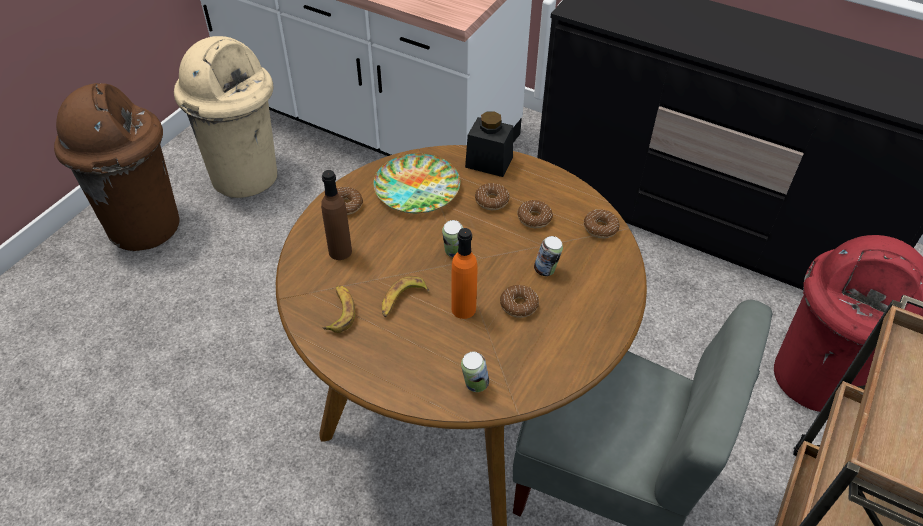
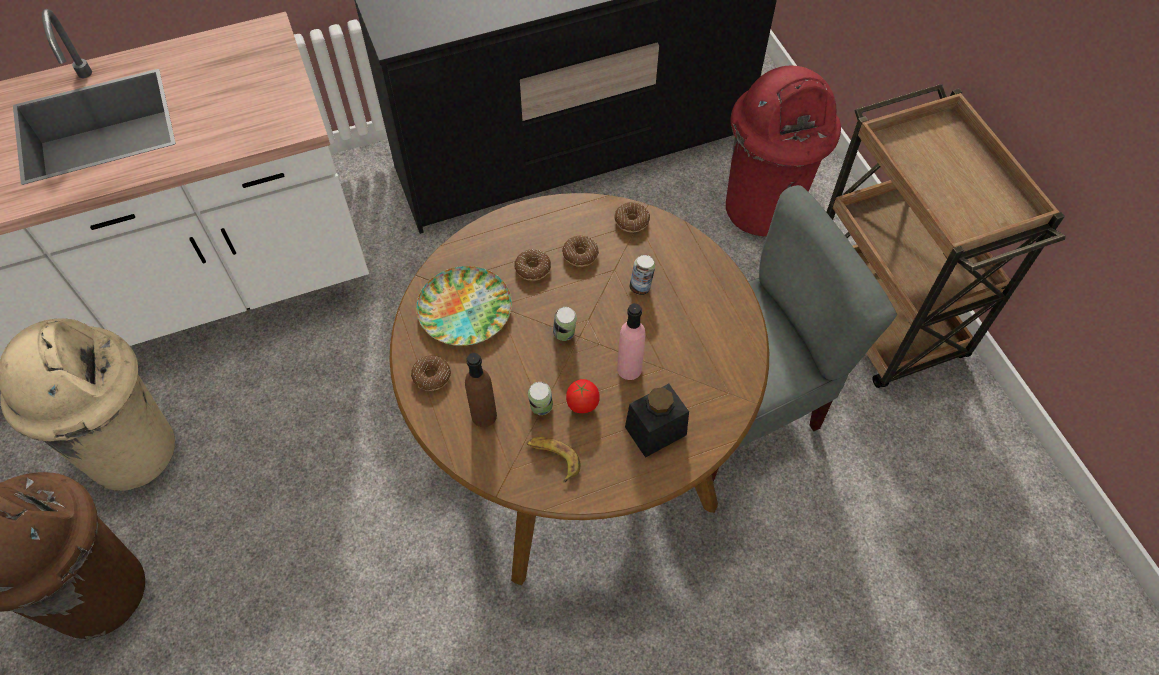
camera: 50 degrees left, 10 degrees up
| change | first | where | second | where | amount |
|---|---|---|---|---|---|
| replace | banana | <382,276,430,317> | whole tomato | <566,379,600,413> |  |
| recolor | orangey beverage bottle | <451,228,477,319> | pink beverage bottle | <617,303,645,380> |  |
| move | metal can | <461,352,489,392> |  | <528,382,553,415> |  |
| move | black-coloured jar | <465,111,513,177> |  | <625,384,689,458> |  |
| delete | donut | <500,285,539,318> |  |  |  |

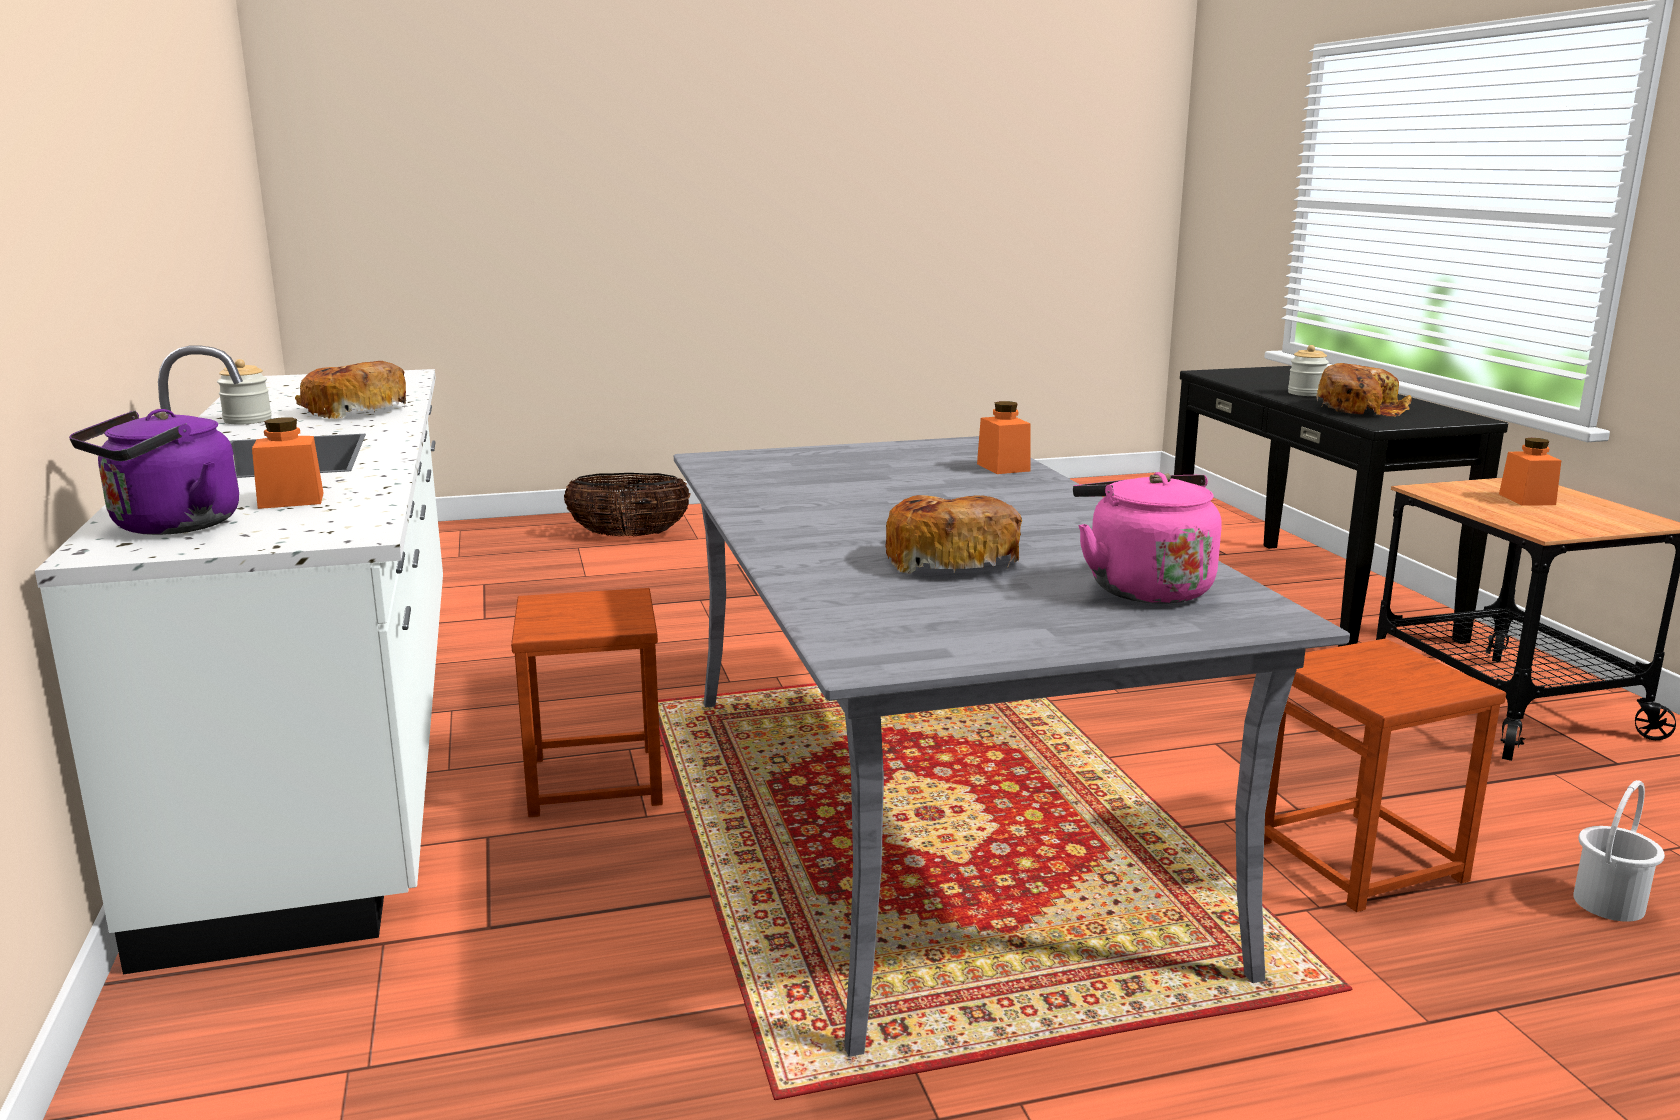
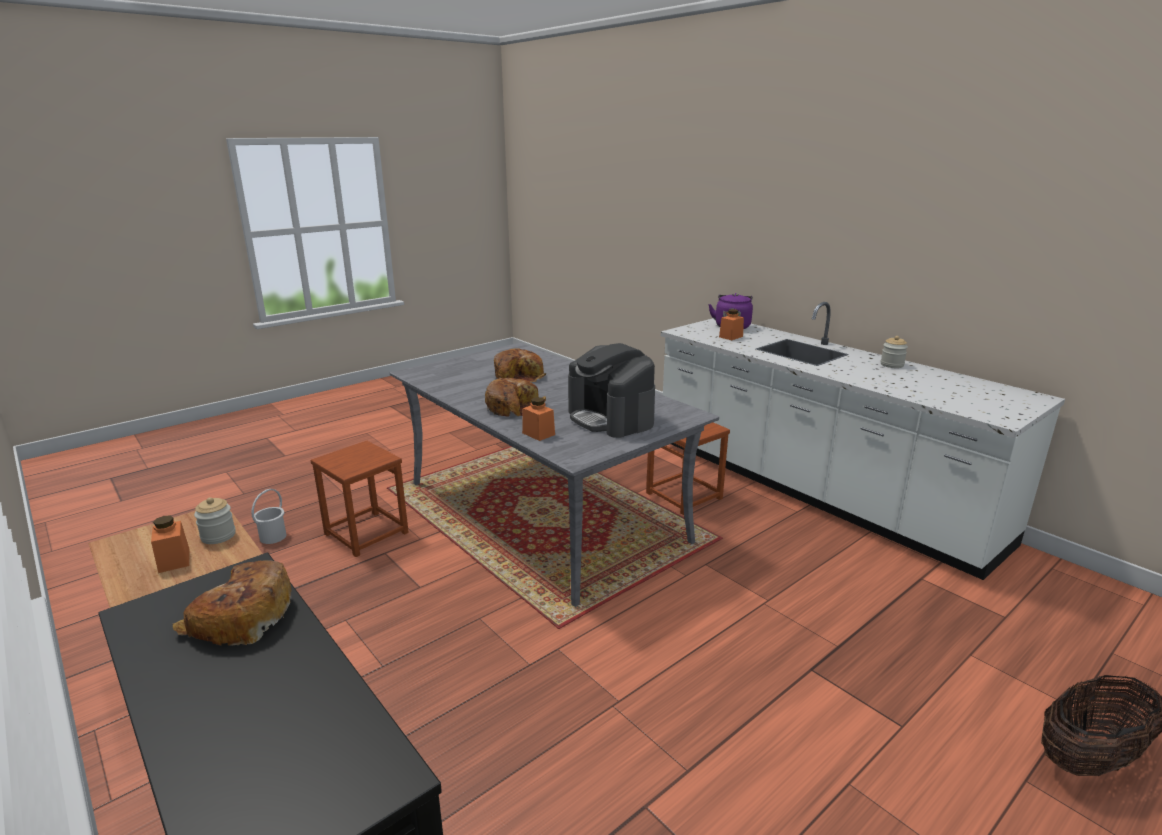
camera: 155 degrees right, 5 degrees up
| change | first | where | second | where | amount |
|---|---|---|---|---|---|
| move | bread | <295,361,406,419> |  | <485,378,546,416> |  |
| delete | pink kettle | <1073,472,1222,604> |  |  |  |
| move | jar | <1288,345,1329,396> |  | <194,497,236,544> |  |
| insert |  |  | coffee maker | <568,343,655,438> |  |

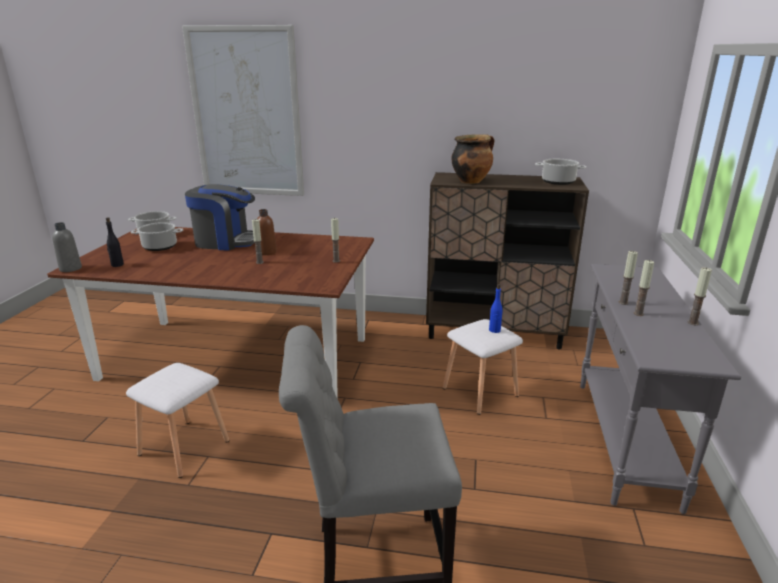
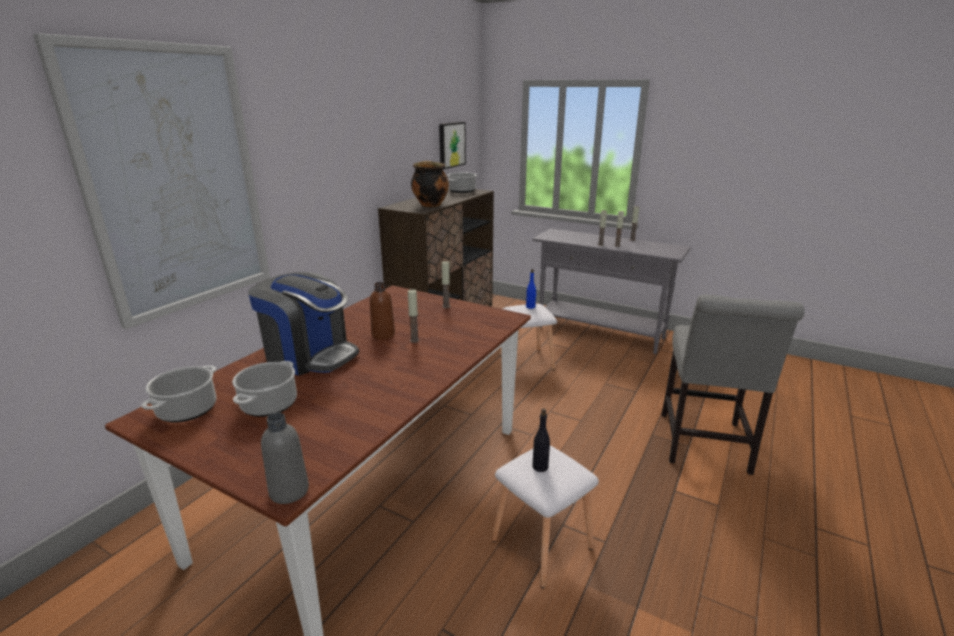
camera: 70 degrees left, 0 degrees up
| change | first | where | second | where | amount |
|---|---|---|---|---|---|
| move | black-coloured beverage bottle | <106,217,124,267> |  | <532,408,550,472> |  |
| rotate | coffee maker | <185,184,255,251> |  | <248,272,359,376> | 90 degrees clockwise |
| insert |  |  | picture | <439,122,466,169> |  |

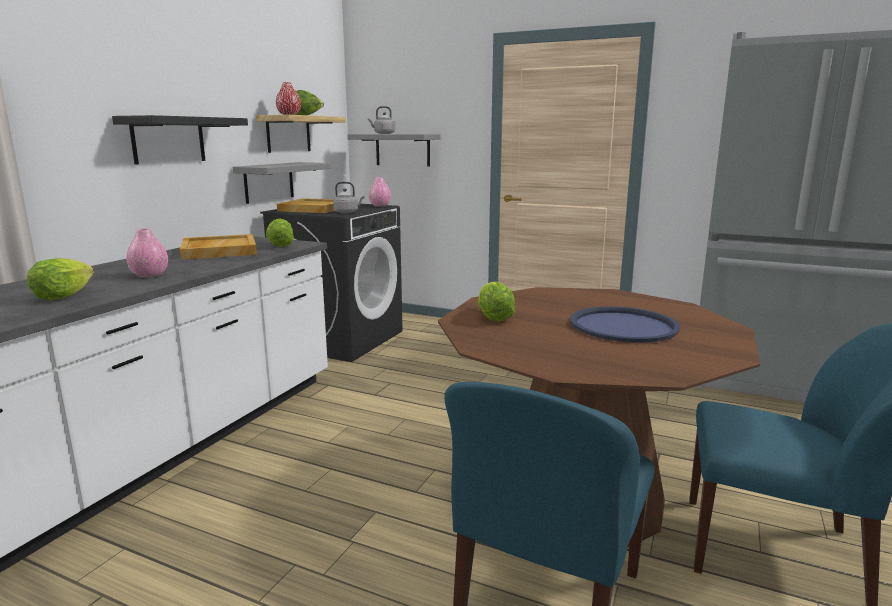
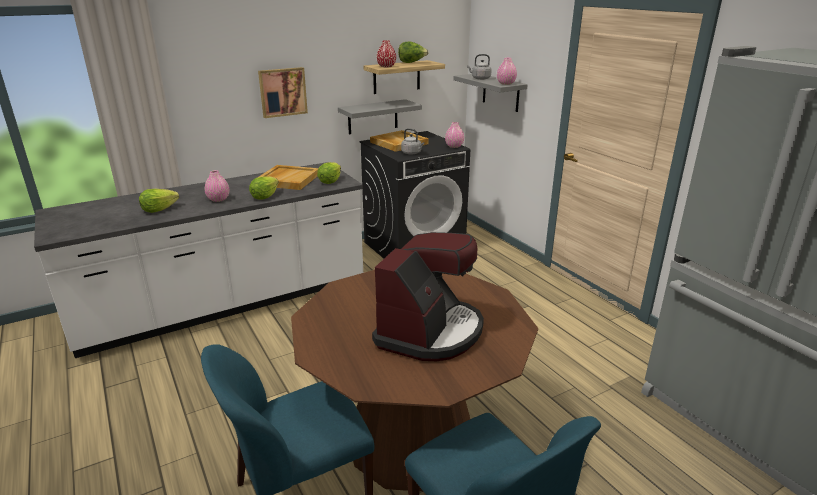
camera: 35 degrees right, 10 degrees up
| change | first | where | second | where | amount |
|---|---|---|---|---|---|
| replace | black-coloured bracket shelf | <112,115,248,164> | picture | <258,67,308,118> |  |
| move | lettuce head | <478,281,515,322> |  | <249,176,279,200> |  |
| replace | blue-coloured serving tray | <570,306,680,343> | coffee maker | <372,232,484,361> |  |
| insert |  |  | pink decorative vase | <497,58,517,85> |  |

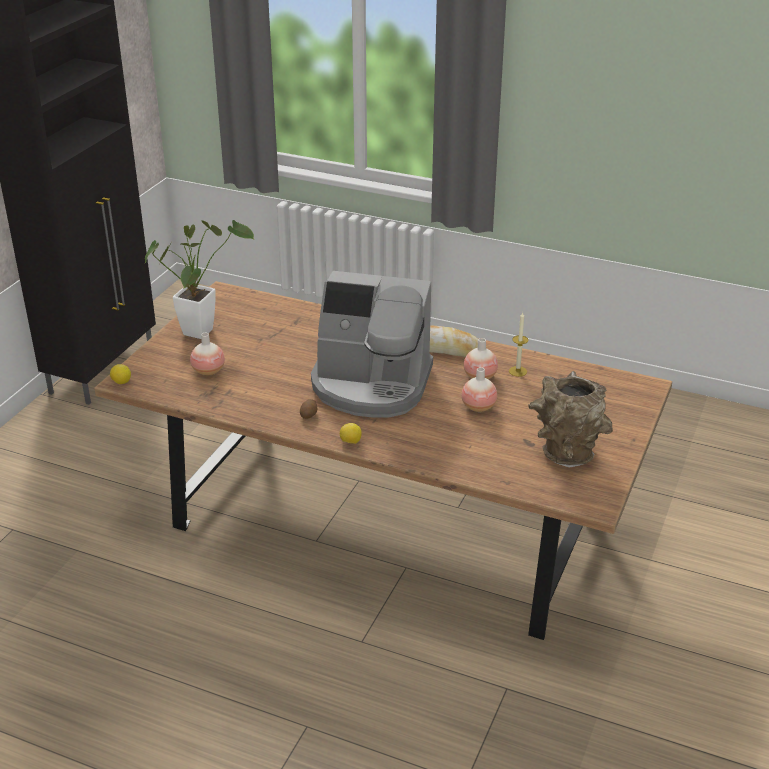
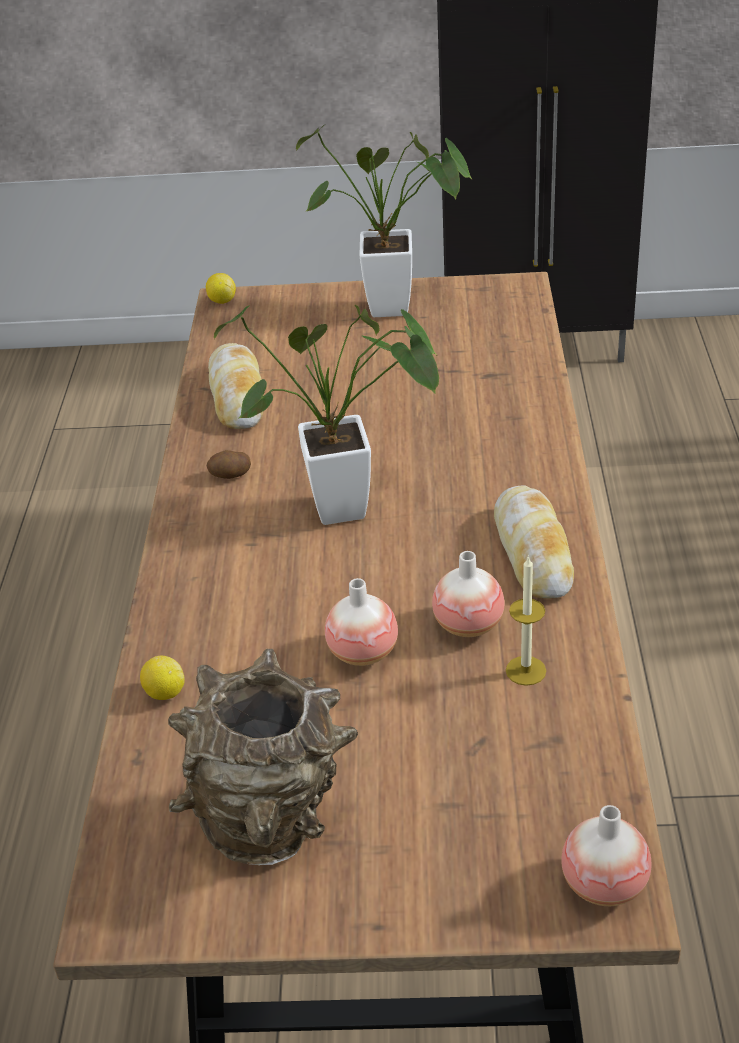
camera: 70 degrees right, 5 degrees up
| change | first | where | second | where | amount |
|---|---|---|---|---|---|
| move | decorative vase | <190,333,225,376> |  | <561,805,652,906> |  |
| replace | coffee maker | <311,271,433,418> | plant in a pot | <214,305,439,525> |  |
| move | lemon | <340,423,362,444> |  | <140,656,185,700> |  |
| insert |  |  | bread | <208,343,263,429> |  |

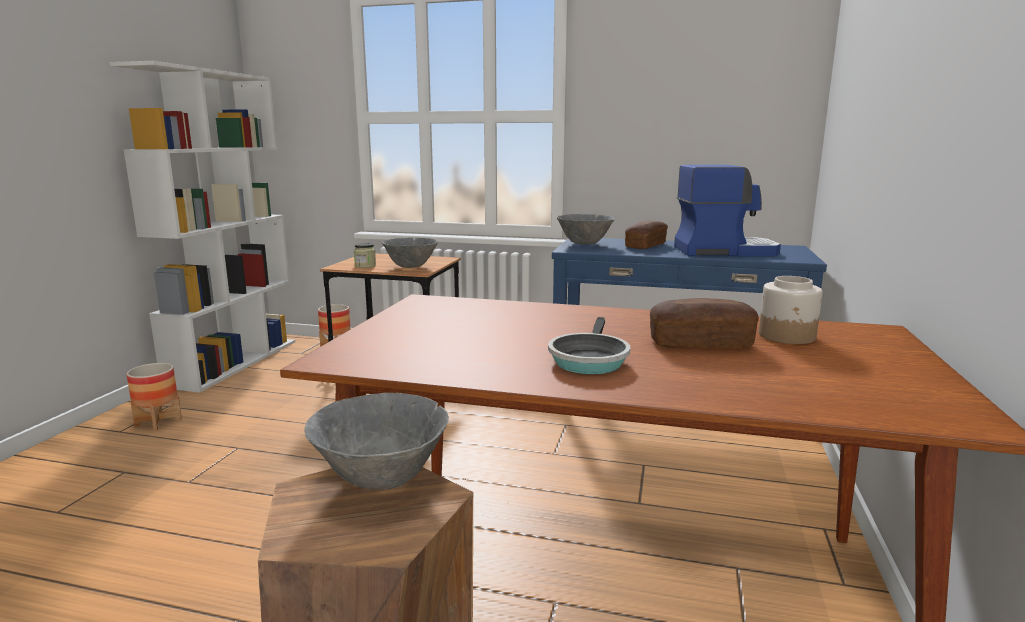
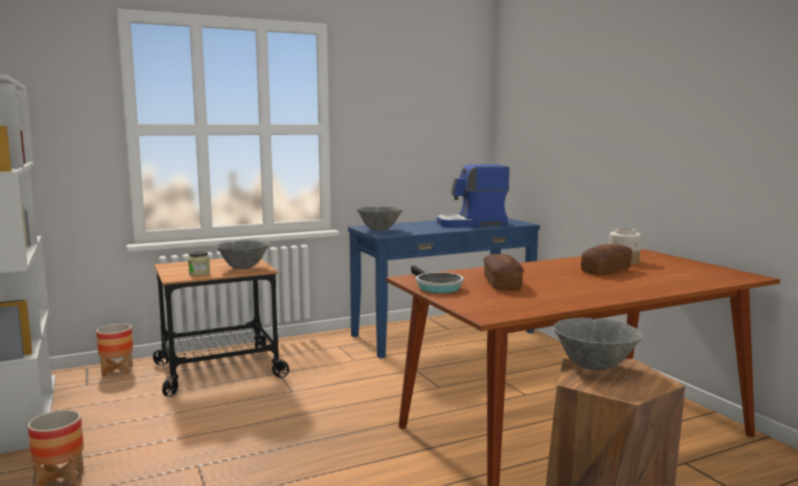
camera: 40 degrees left, 5 degrees down
| change | first | where | second | where | amount |
|---|---|---|---|---|---|
| move | frying pan | <548,317,630,374> |  | <411,266,464,293> |  |
| move | bread | <625,221,668,249> |  | <483,254,524,290> |  |
| rotate | coffee maker | <674,165,781,256> |  | <437,164,509,228> | 150 degrees counterclockwise |

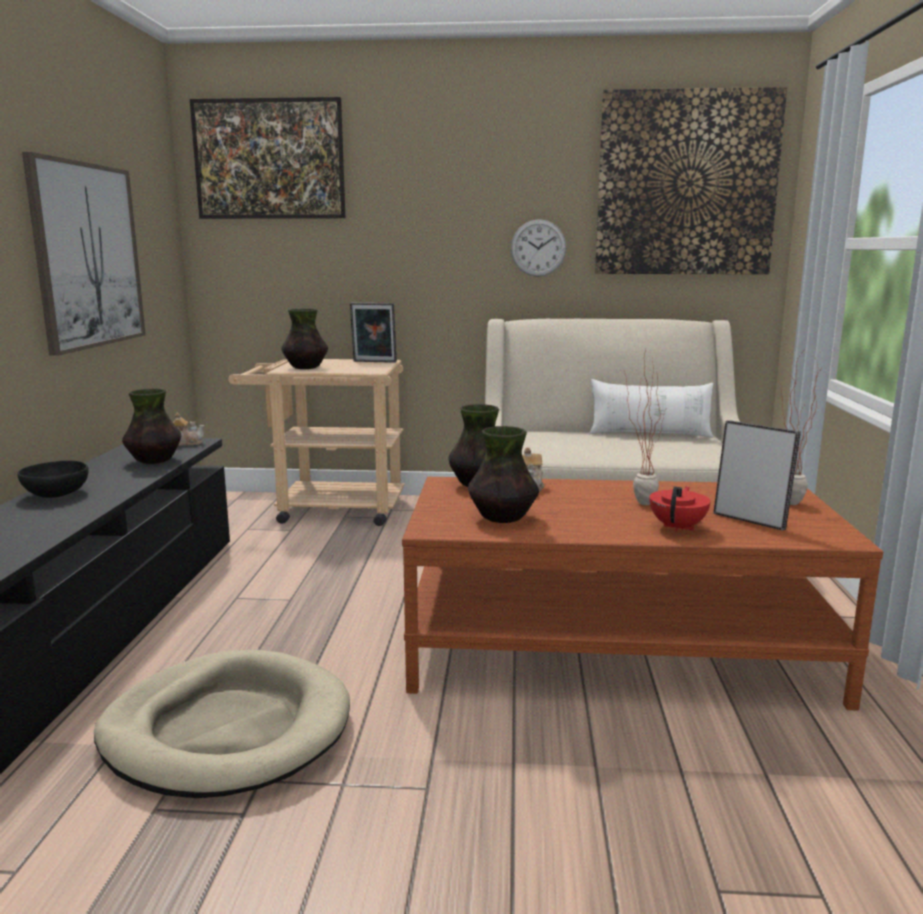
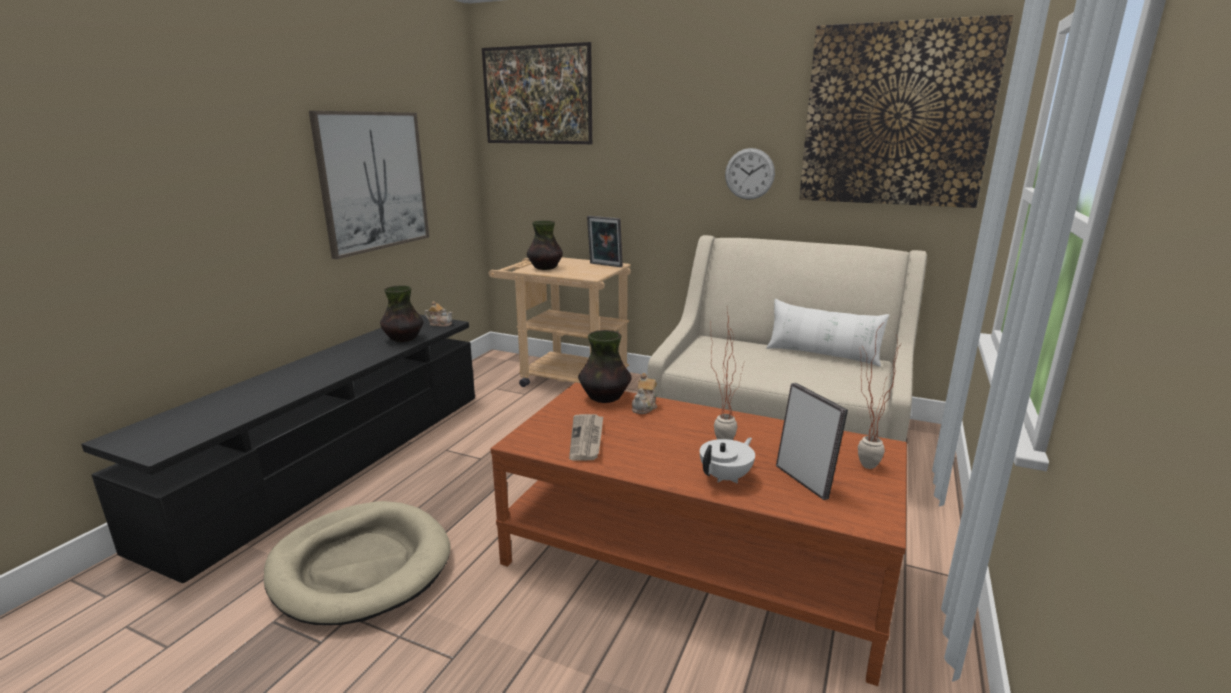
camera: 20 degrees right, 5 degrees up
| change | first | where | second | where | amount |
|---|---|---|---|---|---|
| delete | black-coloured bowl | <17,460,89,498> |  |  |  |
| replace | decorative vase | <468,426,539,523> | newspaper | <569,414,603,461> |  |
| recolor | red-coloured pot for tea | <649,486,711,532> | white pot for tea | <700,438,755,483> |  |

